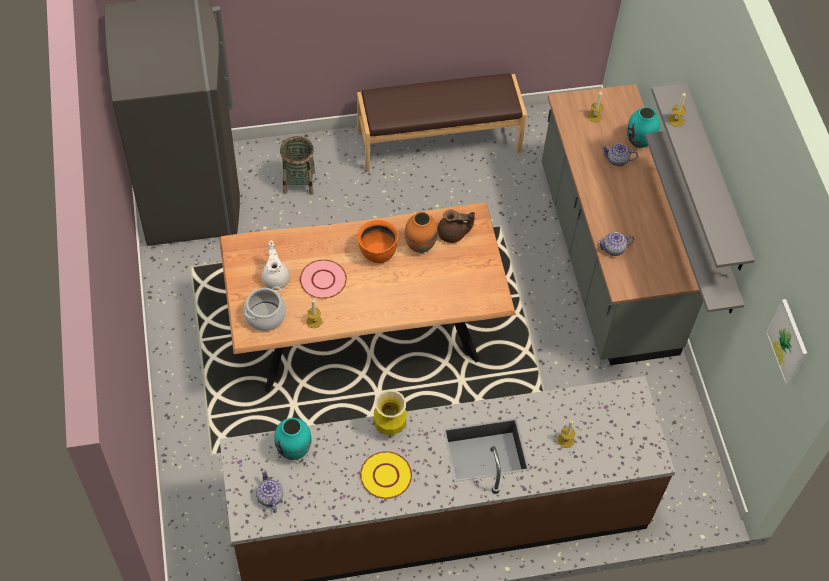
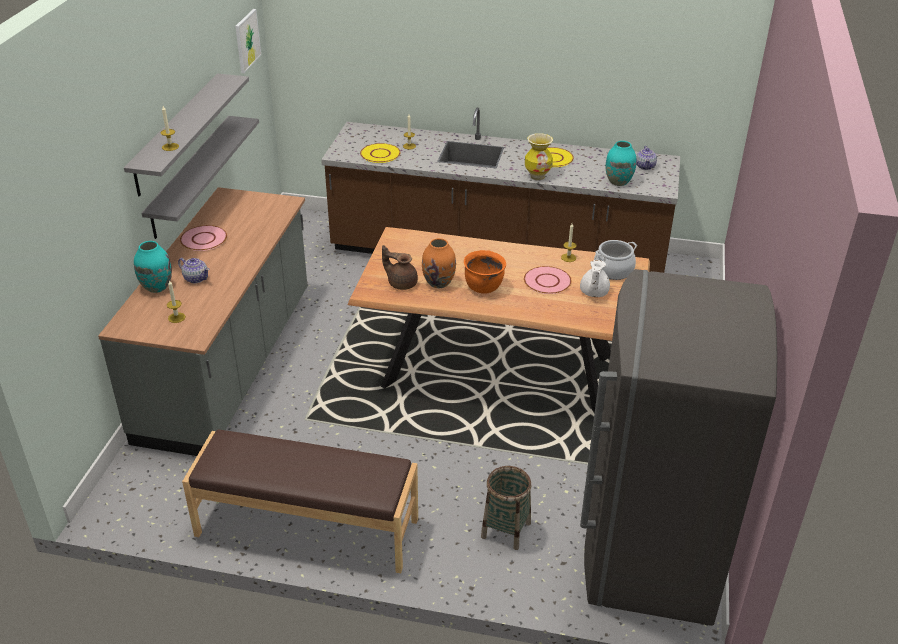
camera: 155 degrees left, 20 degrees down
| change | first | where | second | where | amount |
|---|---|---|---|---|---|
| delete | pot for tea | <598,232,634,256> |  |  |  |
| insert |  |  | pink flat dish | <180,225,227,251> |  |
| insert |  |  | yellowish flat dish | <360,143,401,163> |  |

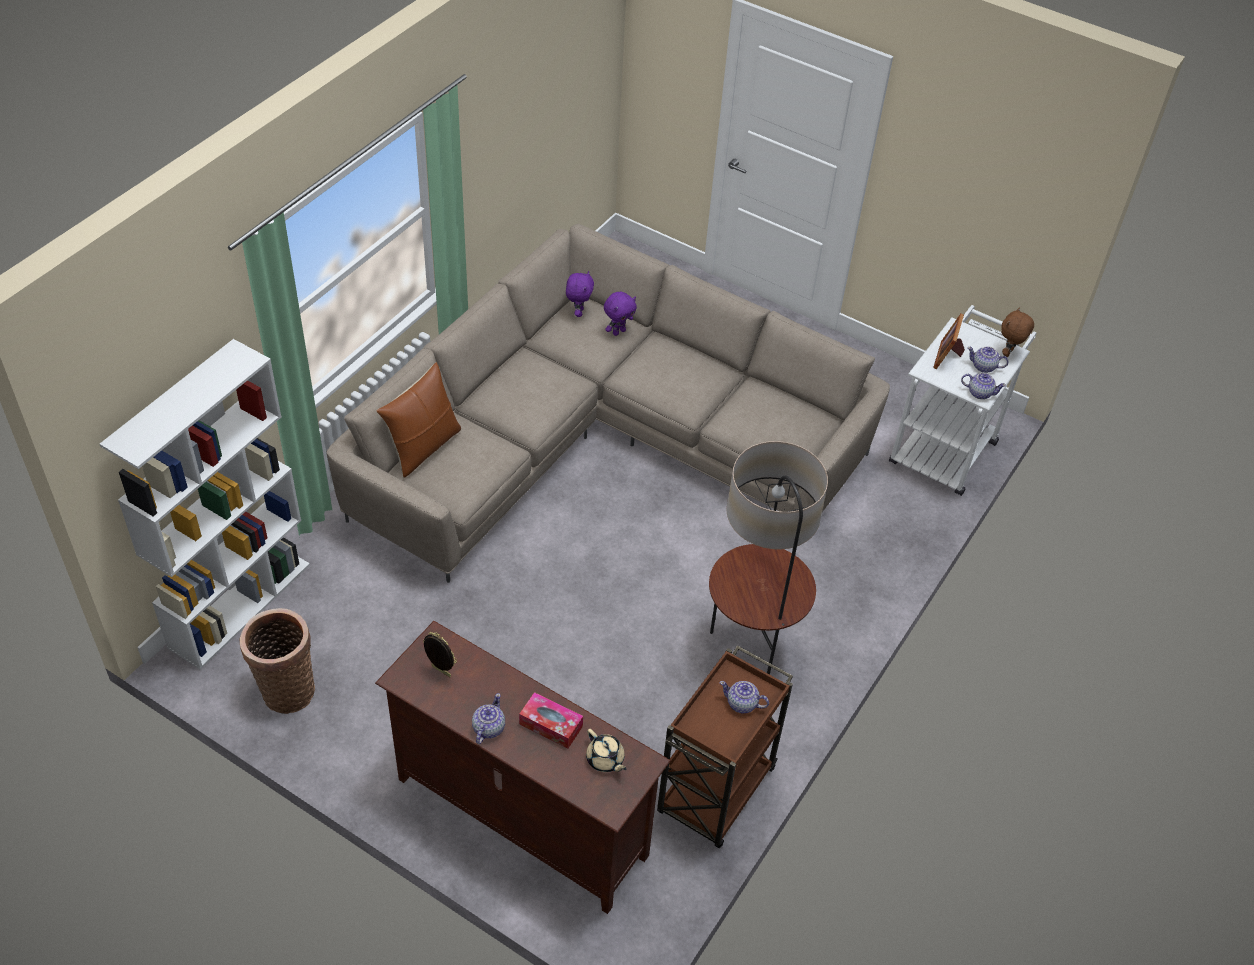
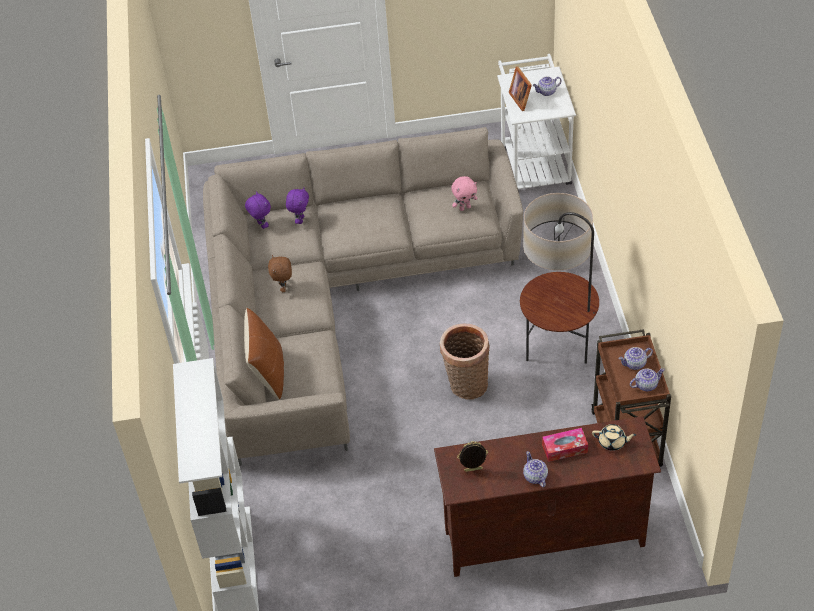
camera: 35 degrees left, 0 degrees up
| change | first | where | second | where | amount |
|---|---|---|---|---|---|
| move | basket | <239,608,315,714> |  | <440,323,490,400> |  |
| move | pot for tea | <961,373,1006,399> |  | <630,368,665,391> |  |
| move | brown cuddly toy | <1001,307,1034,357> |  | <268,255,292,292> |  |
| insert |  |  | pink cuddly toy | <451,176,478,211> |  |

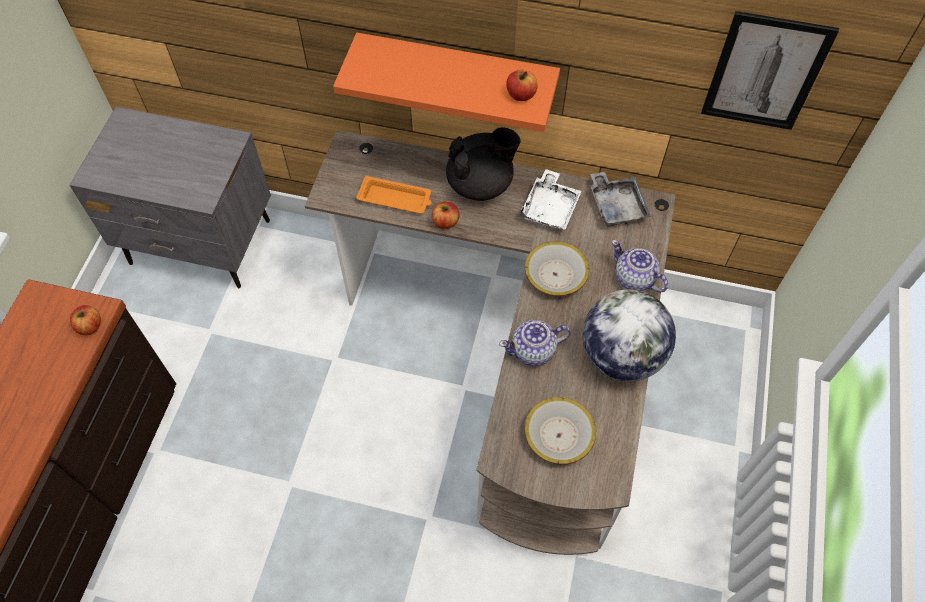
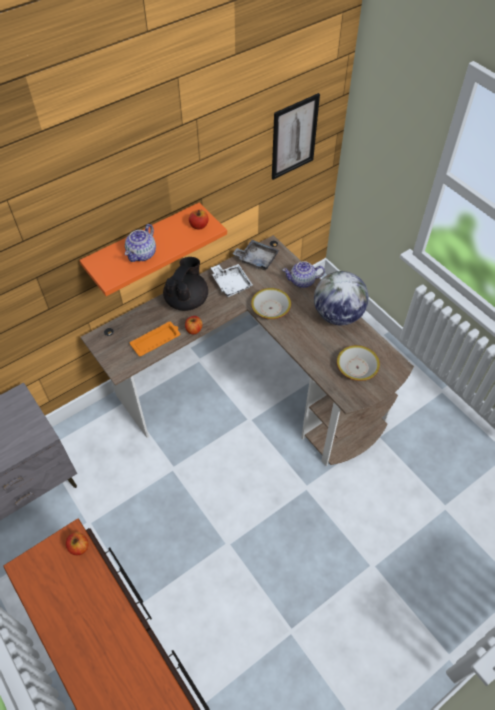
camera: 50 degrees left, 5 degrees down
| change | first | where | second | where | amount |
|---|---|---|---|---|---|
| move | pot for tea | <499,320,571,366> |  | <125,224,156,262> |  |

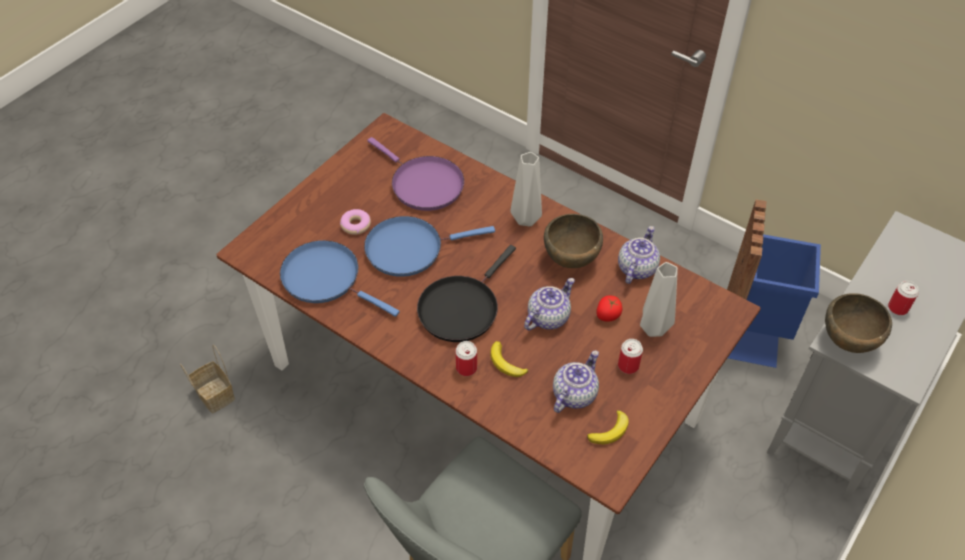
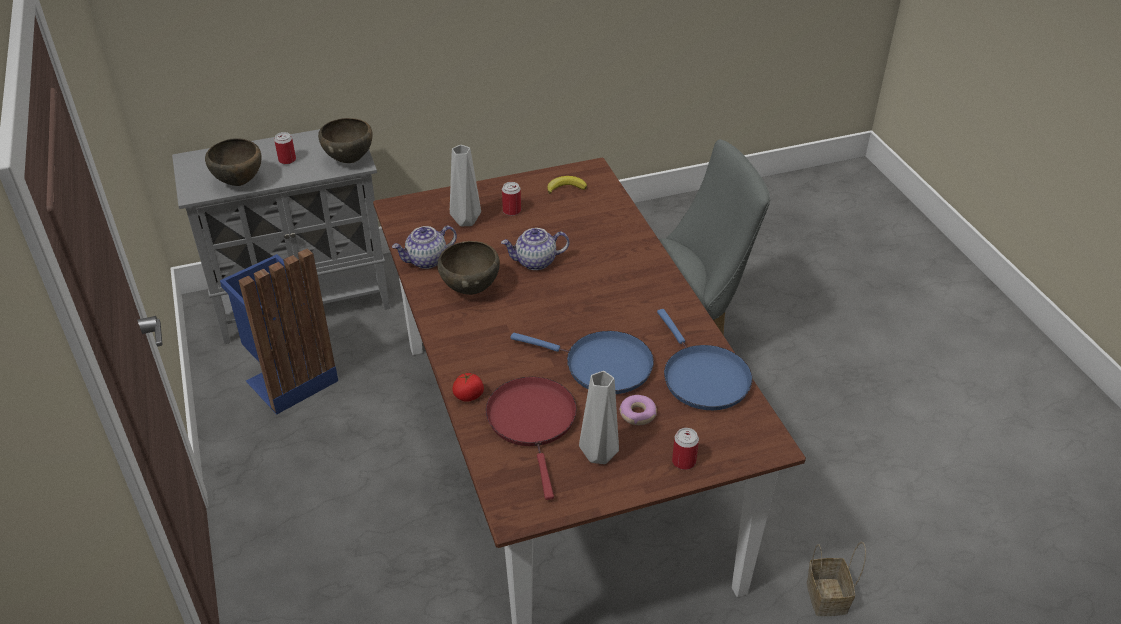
camera: 145 degrees left, 10 degrees down
| change | first | where | second | where | amount |
|---|---|---|---|---|---|
| recolor | purplish frying pan | <367,137,464,211> | red-coloured frying pan | <486,377,577,500> |  |
| delete | black-coloured frying pan | <417,245,516,342> |  |  |  |
| move | metal can | <455,341,477,376> |  | <672,428,699,470> |  |
| delete | banana | <490,341,528,377> |  |  |  |
| move | greyish decorative vase | <510,152,542,226> |  | <579,371,619,464> |  |
| delete | pot for tea | <553,351,599,413> |  |  |  |
| move | whole tomato | <596,295,622,322> |  | <452,373,484,402> |  |
| insert |  |  | brown bowl | <205,139,262,186> |  |

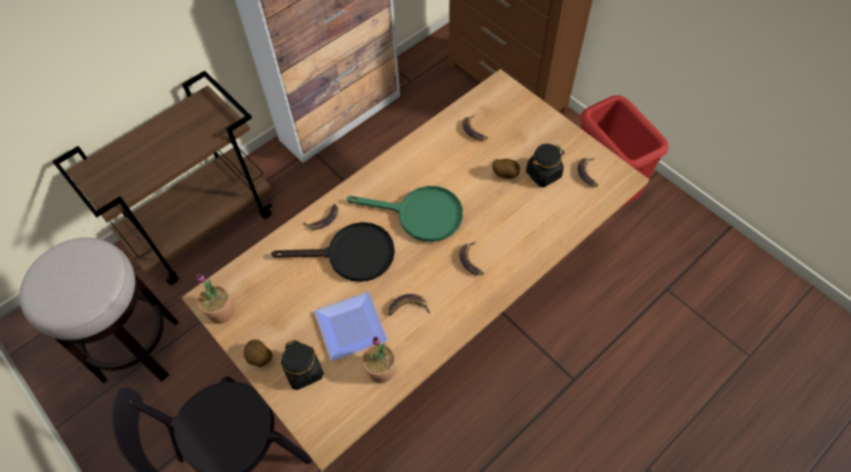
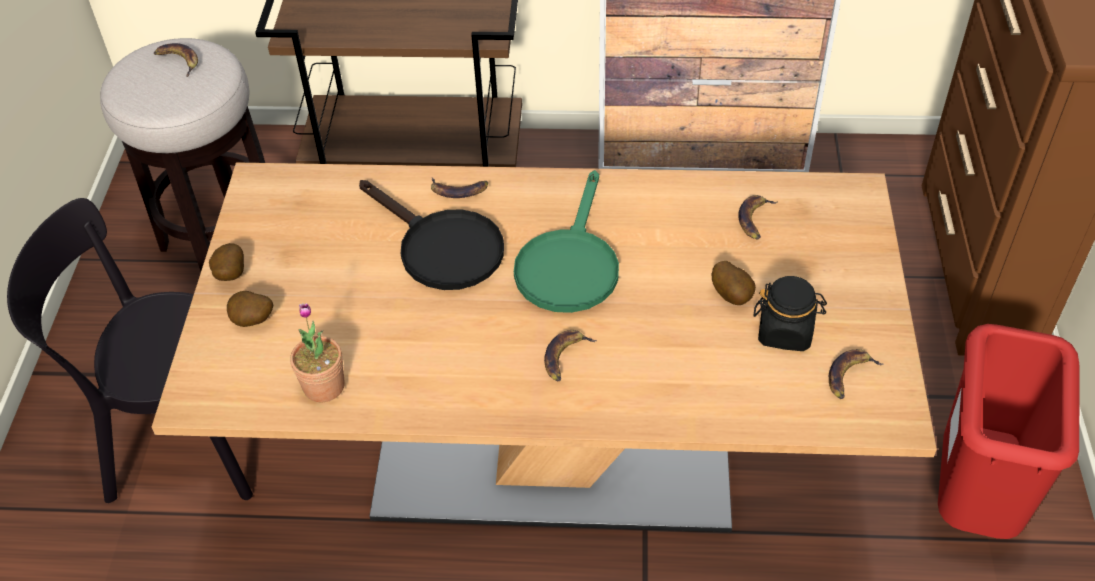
camera: 45 degrees right, 10 degrees down
| change | first | where | second | where | amount |
|---|---|---|---|---|---|
| delete | plant in a pot | <197,274,234,324> |  |  |  |
| replace | black-coloured jar | <281,340,324,390> | potato | <227,291,273,327> |  |
| delete | flat dish | <314,292,388,361> |  |  |  |
| rotate | green frying pan | <346,186,463,242> |  | <514,170,619,313> | 45 degrees clockwise |
| move | banana | <388,294,430,316> |  | <153,43,198,77> |  |

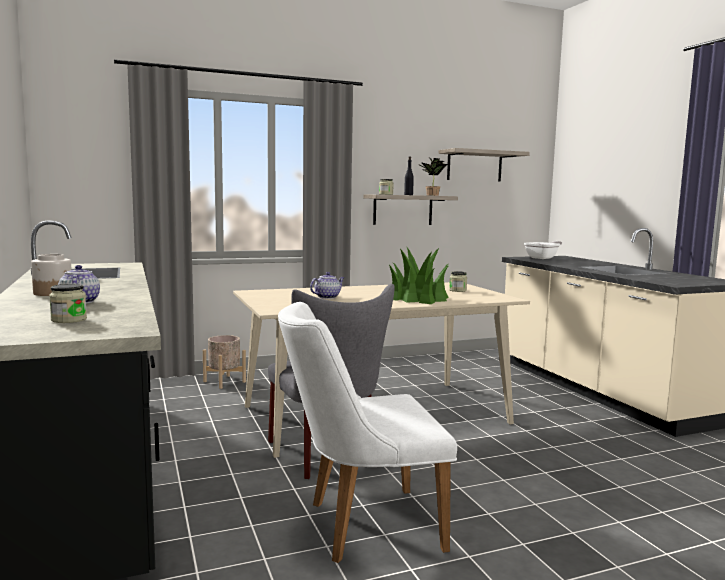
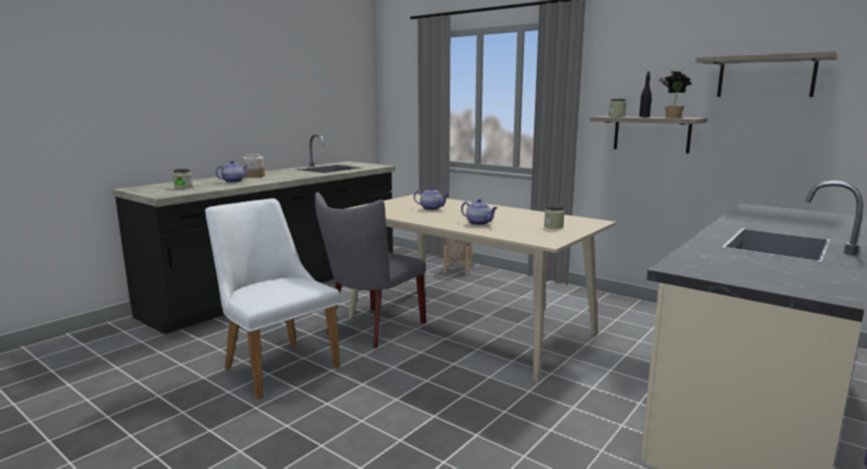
camera: 60 degrees right, 5 degrees up
| change | first | where | second | where | amount |
|---|---|---|---|---|---|
| replace | plant in a pot | <389,248,449,304> | pot for tea | <461,199,497,225> |  |
| delete | frying pan | <524,241,562,259> |  |  |  |

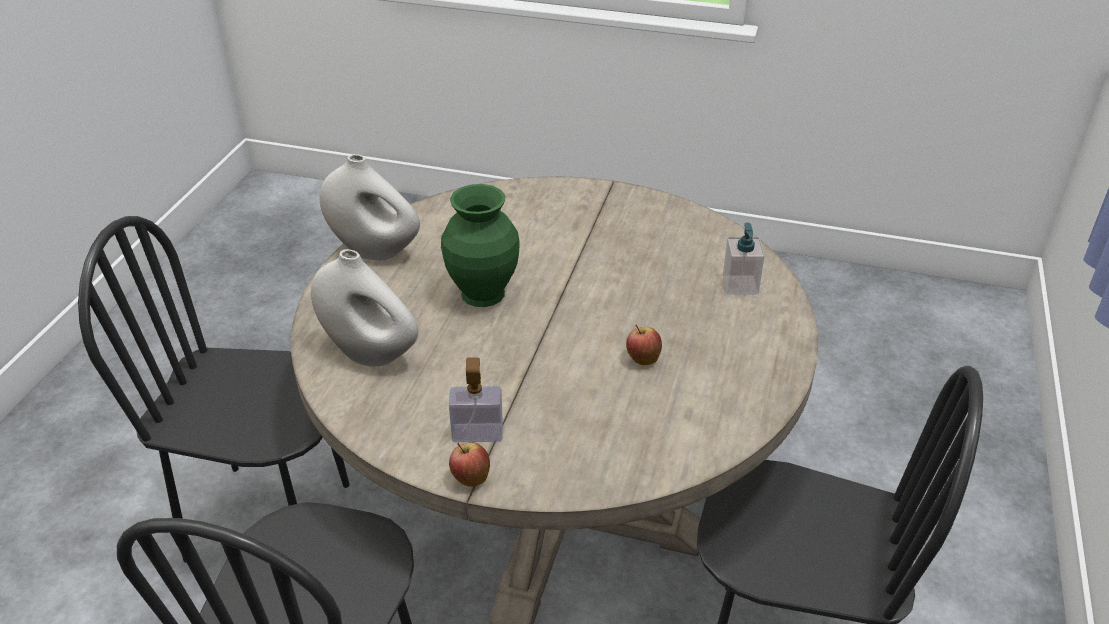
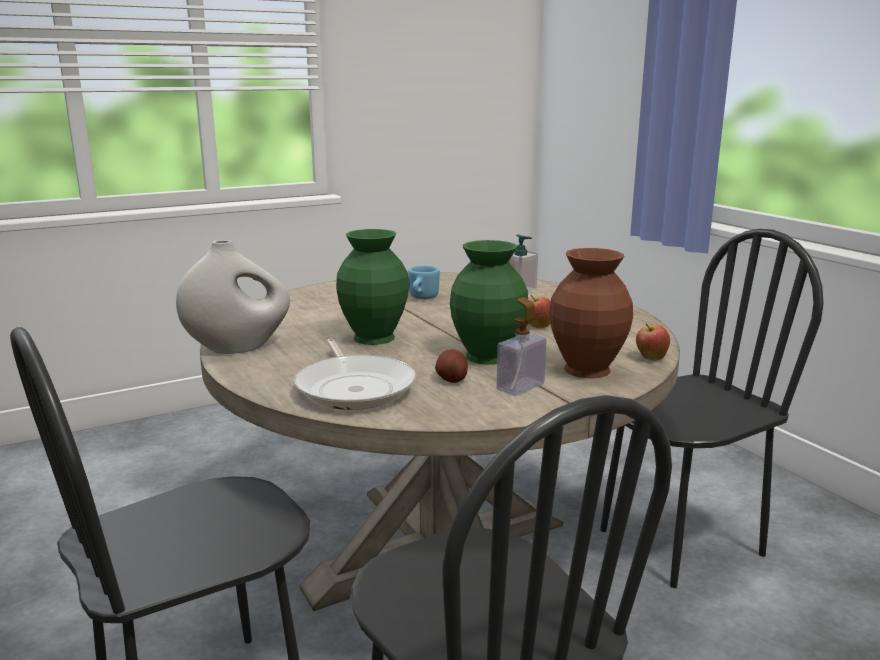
camera: 45 degrees left, 20 degrees down
| change | first | where | second | where | amount |
|---|---|---|---|---|---|
| replace | white decorative vase | <311,249,419,366> | frying pan | <294,339,416,410> |  |
| move | whole apple | <449,442,490,487> |  | <636,323,670,361> |  |
| insert |  |  | blue-coloured mug | <408,265,440,299> |  |
| insert |  |  | potato | <435,349,468,383> |  |
| insert |  |  | green decorative vase | <450,240,528,365> |  |
| insert |  |  | brown decorative vase | <549,248,633,379> |  |

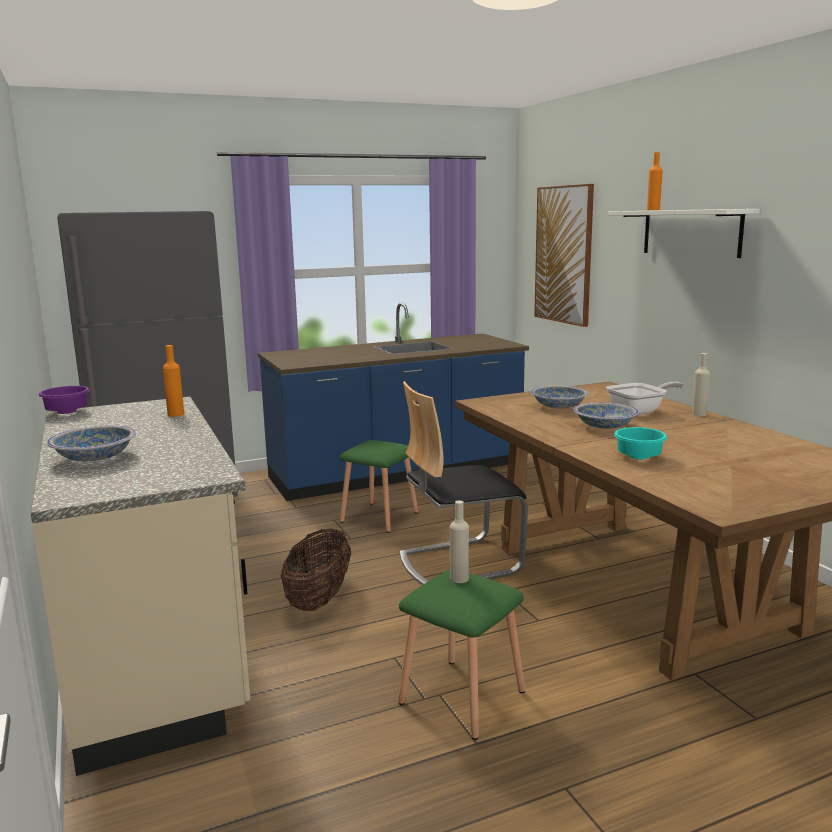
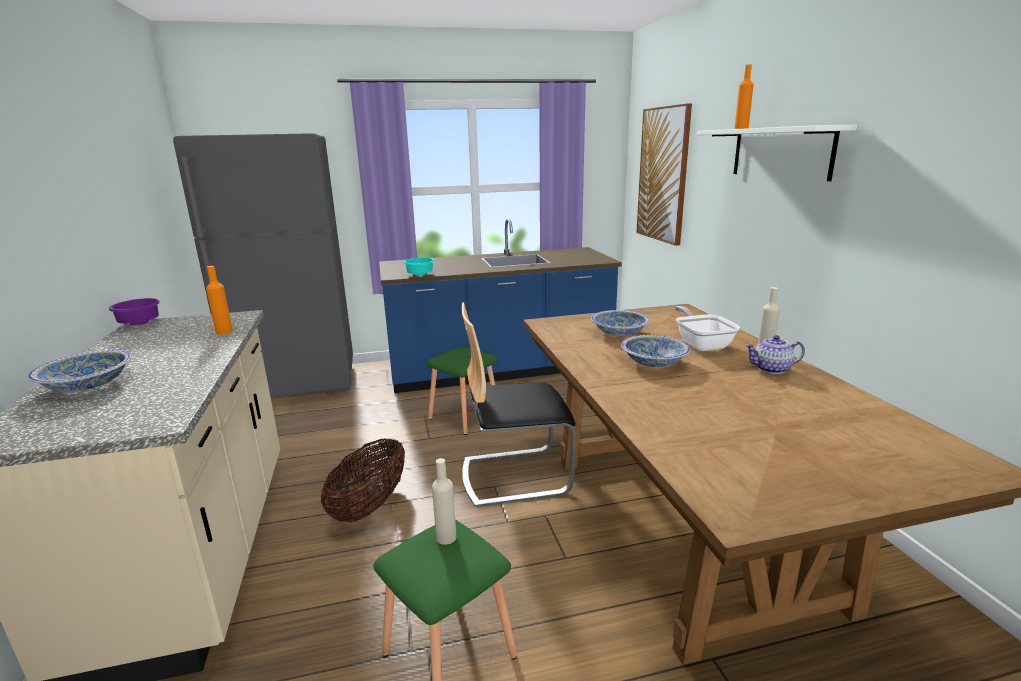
camera: 10 degrees right, 5 degrees up
| change | first | where | second | where | amount |
|---|---|---|---|---|---|
| rotate | frying pan | <606,382,683,415> |  | <674,306,740,351> | 90 degrees counterclockwise |
| move | blue-green bowl | <614,427,667,459> |  | <404,258,434,276> |  |
| insert |  |  | pot for tea | <745,335,805,374> |  |

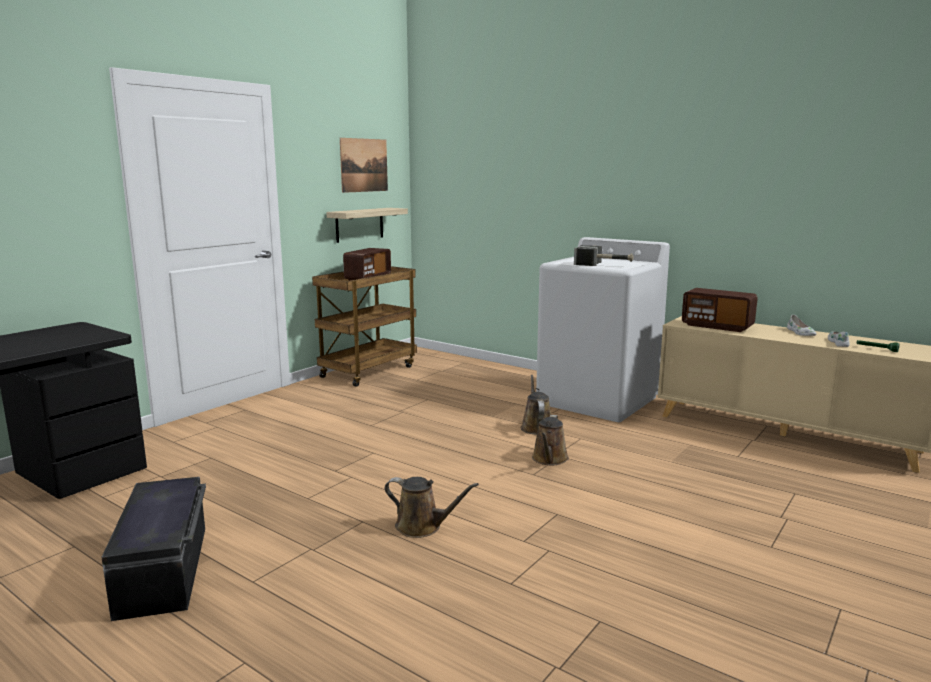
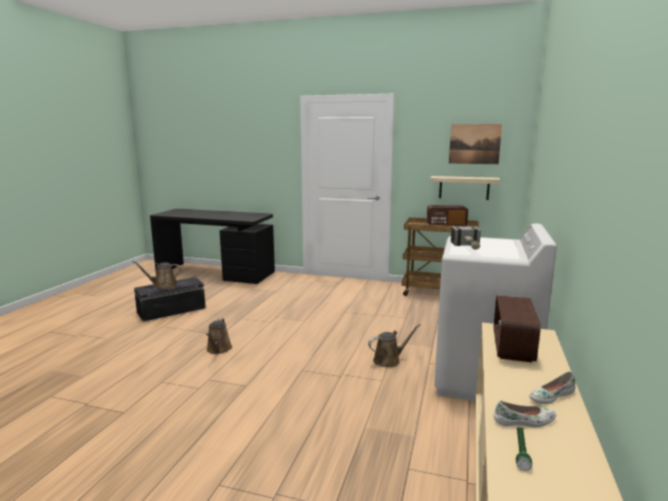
camera: 70 degrees right, 0 degrees up
| change | first | where | second | where | amount |
|---|---|---|---|---|---|
| move | brown sprinkling can | <532,415,569,465> |  | <132,261,181,289> |  |

